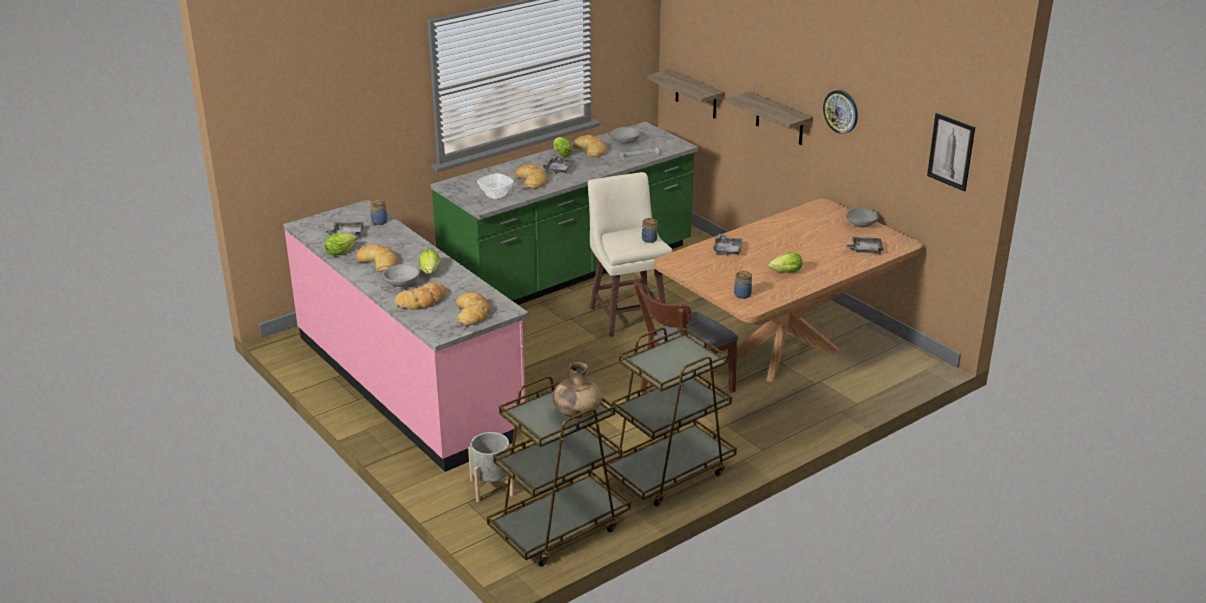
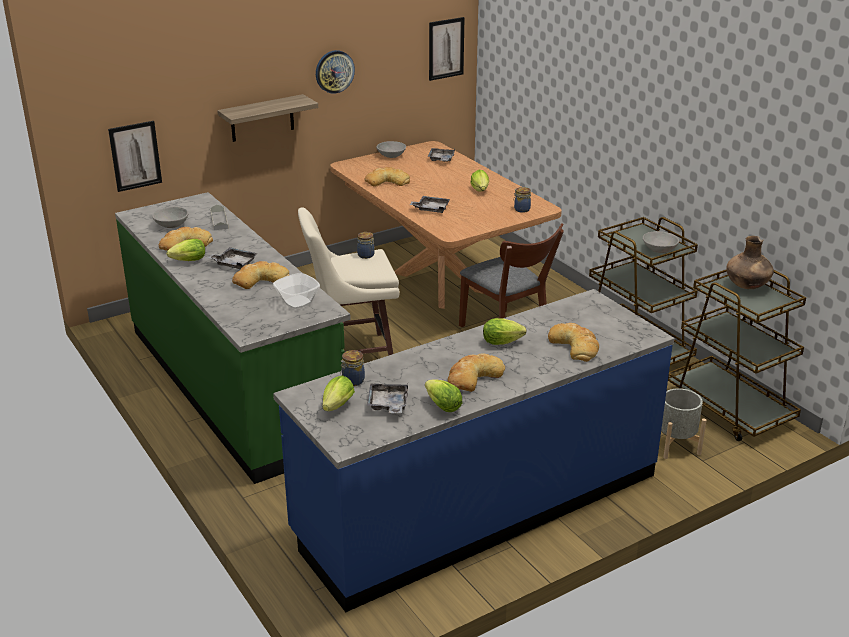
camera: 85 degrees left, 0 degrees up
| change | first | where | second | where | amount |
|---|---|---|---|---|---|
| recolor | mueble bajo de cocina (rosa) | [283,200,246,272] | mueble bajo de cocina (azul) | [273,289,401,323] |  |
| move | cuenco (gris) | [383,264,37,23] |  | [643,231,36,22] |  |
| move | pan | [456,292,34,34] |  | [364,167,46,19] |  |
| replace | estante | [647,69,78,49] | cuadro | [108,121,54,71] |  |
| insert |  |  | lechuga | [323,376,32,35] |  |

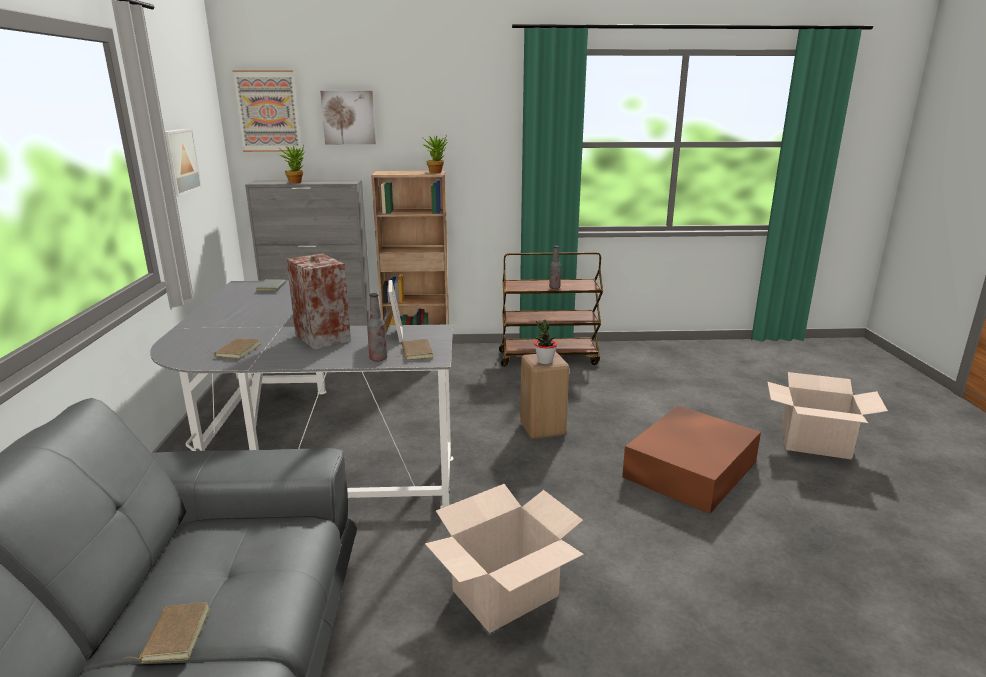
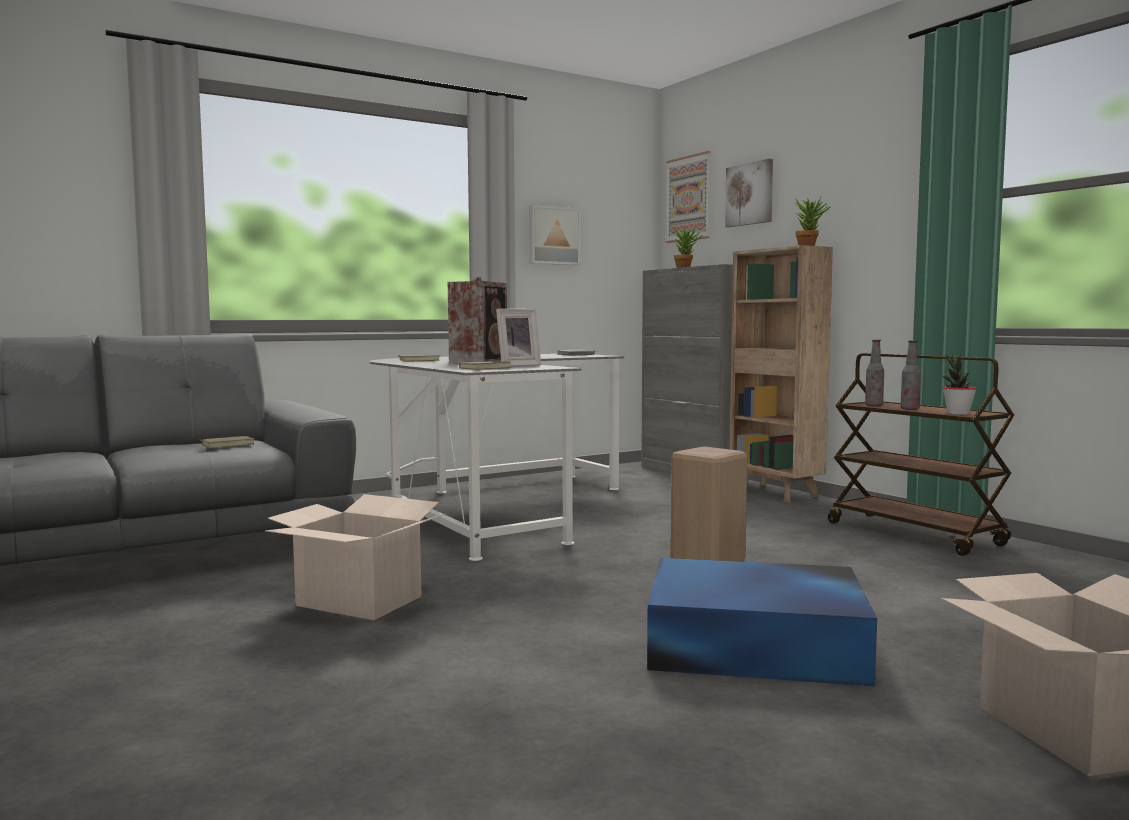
camera: 60 degrees right, 15 degrees down
| change | first | where | second | where | amount |
|---|---|---|---|---|---|
| move | libro (marrón) | [123,602,87,61] |  | [200,436,54,12] |  |
| move | botella | [367,293,20,68] |  | [865,340,19,66] |  |
| move | planta en maceta | [534,320,23,44] |  | [943,353,34,62] |  |
| recolor | caja de almacenaje (marrón) | [622,406,139,108] | caja de almacenaje (azul) | [647,558,230,129] |  |

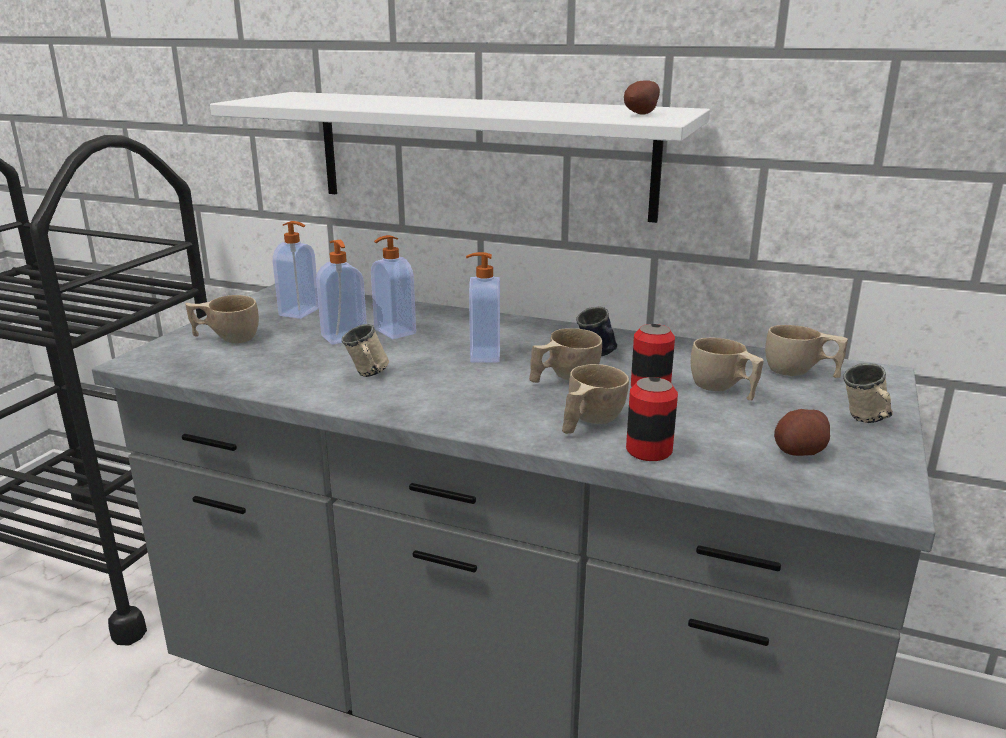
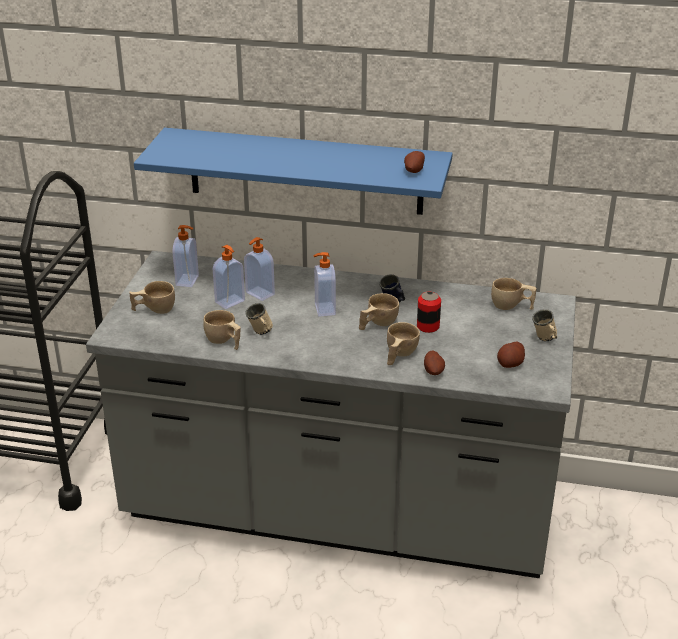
camera: 10 degrees left, 10 degrees up
| change | first | where | second | where | amount |
|---|---|---|---|---|---|
| recolor | estante (blanco) | [210,92,500,131] | estante (azul) | [134,128,319,87] |  |
| replace | lata | [626,377,52,84] | patata | [424,351,21,24] |  |
| move | taza (beis) | [691,338,73,63] |  | [203,310,38,40] |  |

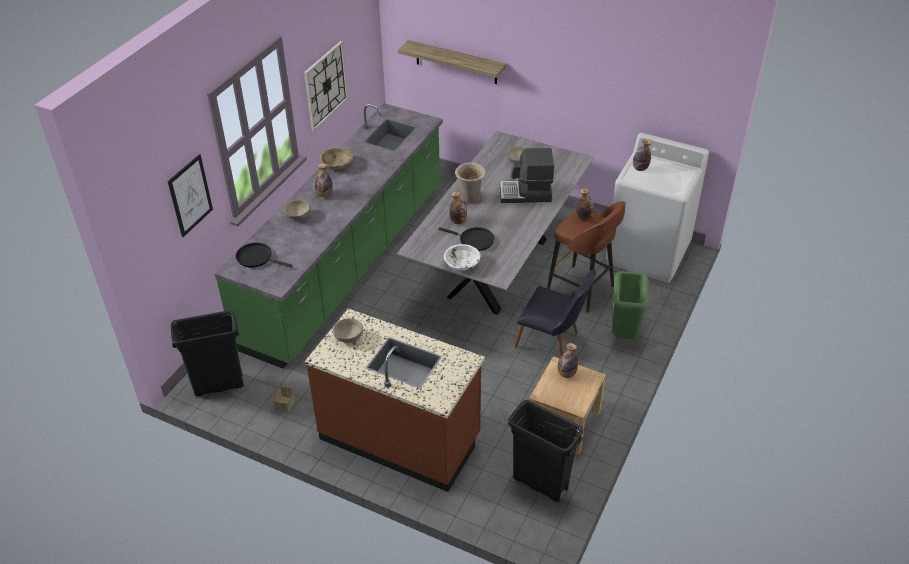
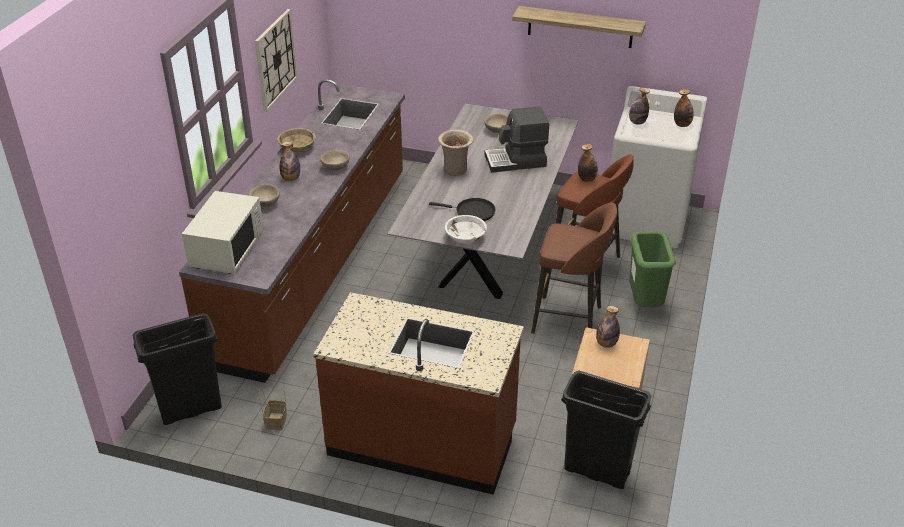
camera: 10 degrees left, 5 degrees down
| change | first | where | second | where | amount |
|---|---|---|---|---|---|
| delete | cuadro | [168,154,45,83] |  |  |  |
| recolor | mueble bajo de cocina (verde) | [214,103,229,266] | mueble bajo de cocina (marrón) | [179,79,226,304] |  |
| replace | sartén (negro) | [236,243,57,25] | microondas (blanco) | [182,191,82,83] |  |
| move | cuenco (beis) | [333,318,30,25] |  | [320,150,30,21] |  |
| move | estante | [398,40,108,44] |  | [512,6,134,42] |  |
| move | botella | [449,191,18,33] |  | [674,89,20,38] |  |
| replace | silla (negro) | [515,270,81,87] | taburete (marrón) | [531,202,86,132] |  |

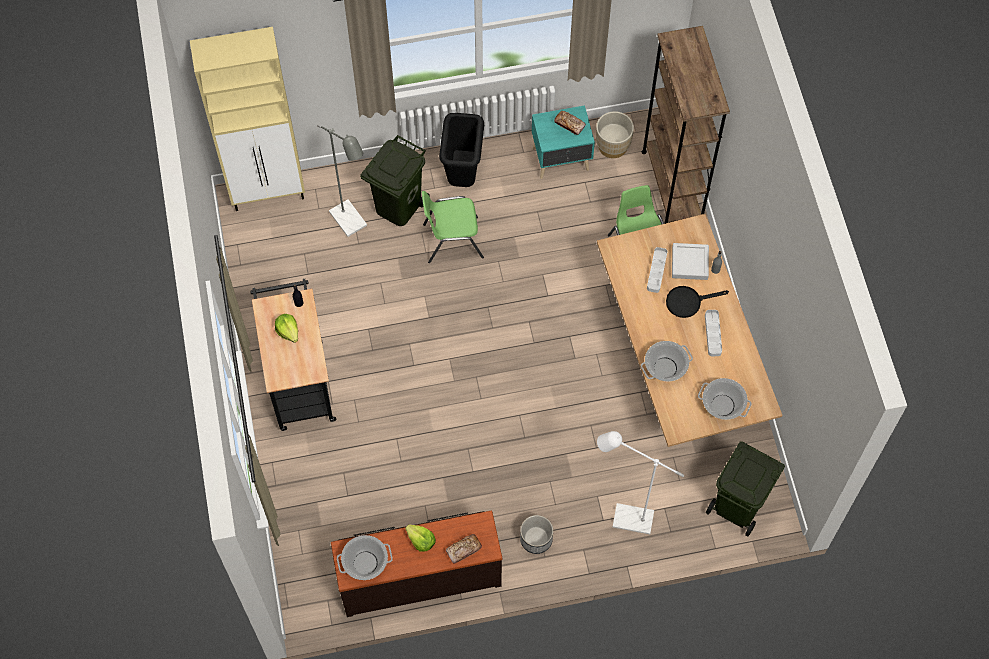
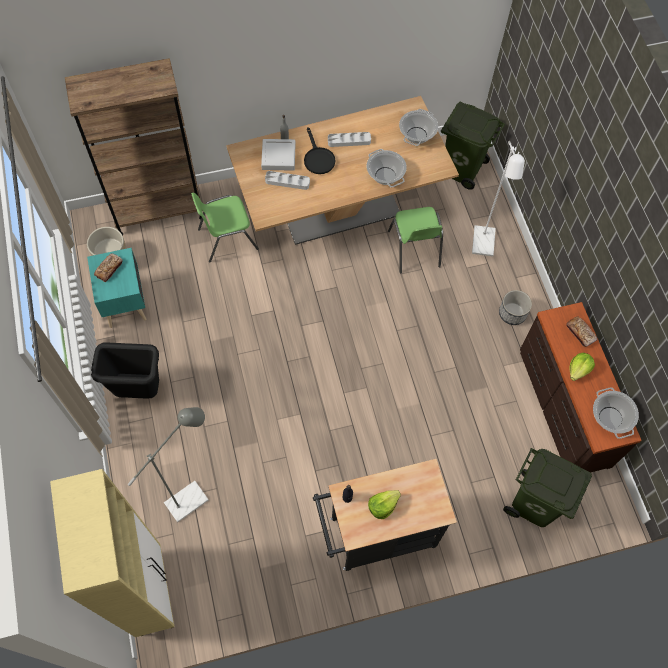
camera: 95 degrees left, 0 degrees up
| change | first | where | second | where | amount |
|---|---|---|---|---|---|
| move | papelera (verde) | [360,135,70,91] |  | [503,448,89,79] |  |
| move | silla (verde) | [422,191,62,72] |  | [388,207,55,66] |  |

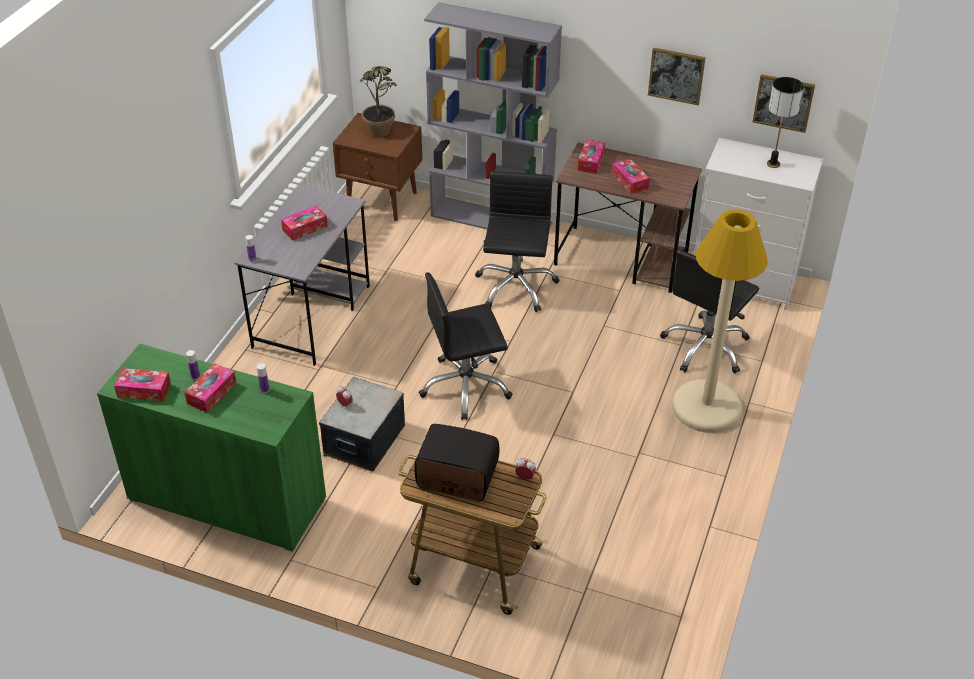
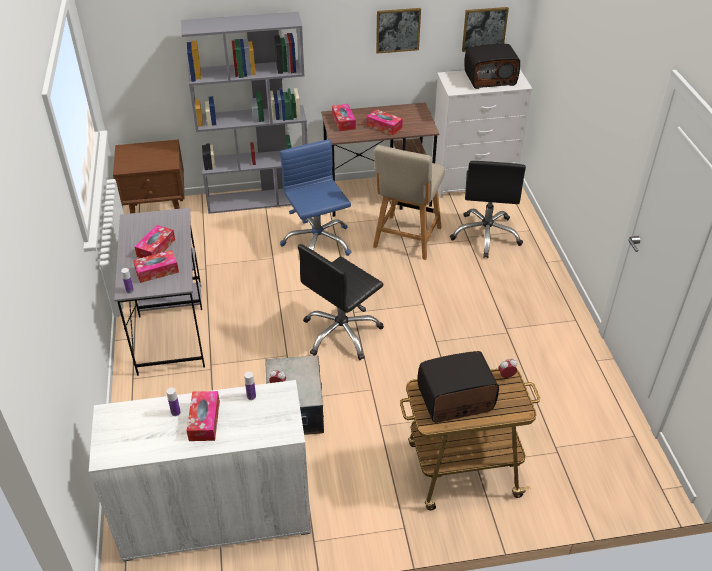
camera: 30 degrees left, 0 degrees up
| change | first | where | second | where | amount |
|---|---|---|---|---|---|
| recolor | armario (verde) | [97,344,229,208] | armario (blanco) | [89,380,222,181] |  |
| move | caja de pañuelos | [114,368,57,33] |  | [133,250,46,33] |  |
| delete | planta en maceta | [359,66,38,71] |  |  |  |
| recolor | silla de oficina (negro) | [475,171,85,141] | silla de oficina (azul) | [280,139,71,117] |  |
| delete | lámpara de pie (beis) | [672,210,96,223] |  |  |  |
| replace | lámpara de mesa | [767,77,37,91] | radio | [464,44,56,45] |  |
| insert |  |  | silla (beis) | [373,145,72,115] |  |

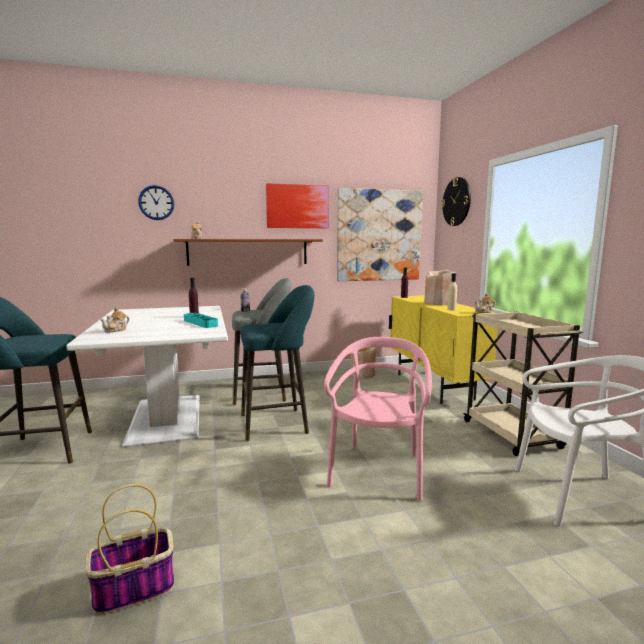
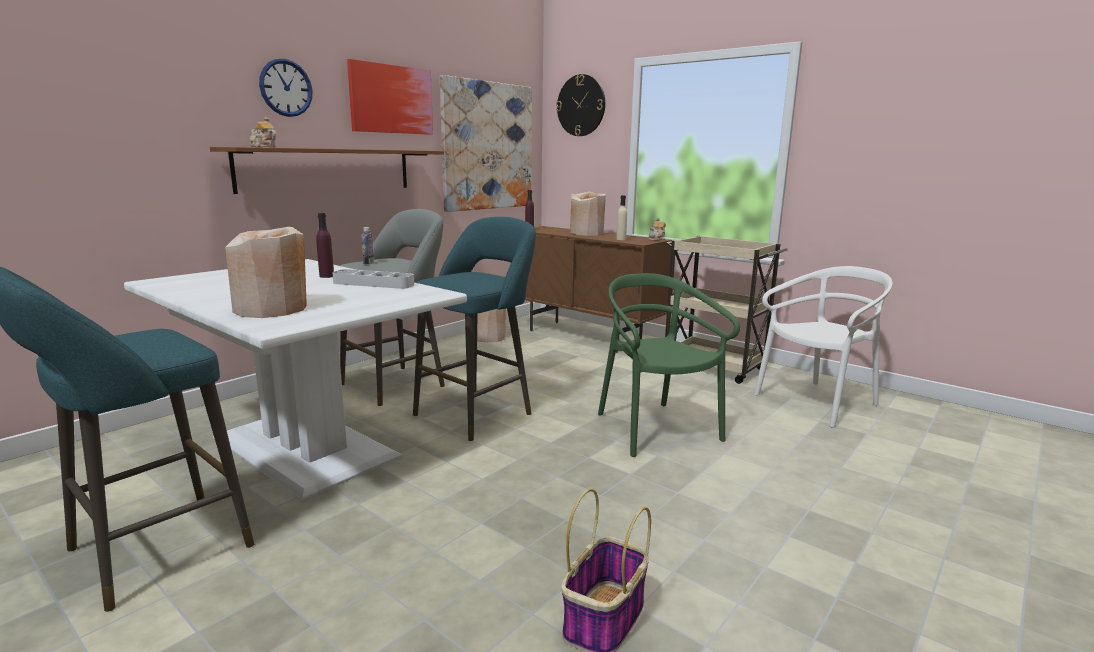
camera: 35 degrees left, 5 degrees up
| change | first | where | second | where | amount |
|---|---|---|---|---|---|
| replace | tetera | [100,307,30,26] | florero (beis) | [225,227,82,91] |  |
| move | reloj de pared | [138,185,36,35] |  | [259,59,54,58] |  |
| recolor | bandeja (turquesa) | [184,313,34,15] | bandeja (gris) | [332,269,82,20] |  |
| recolor | silla (rosa) | [324,337,108,163] | silla (verde) | [598,273,142,184] |  |
| recolor | armario (amarillo) | [389,295,109,109] | armario (marrón) | [525,226,147,127] |  |

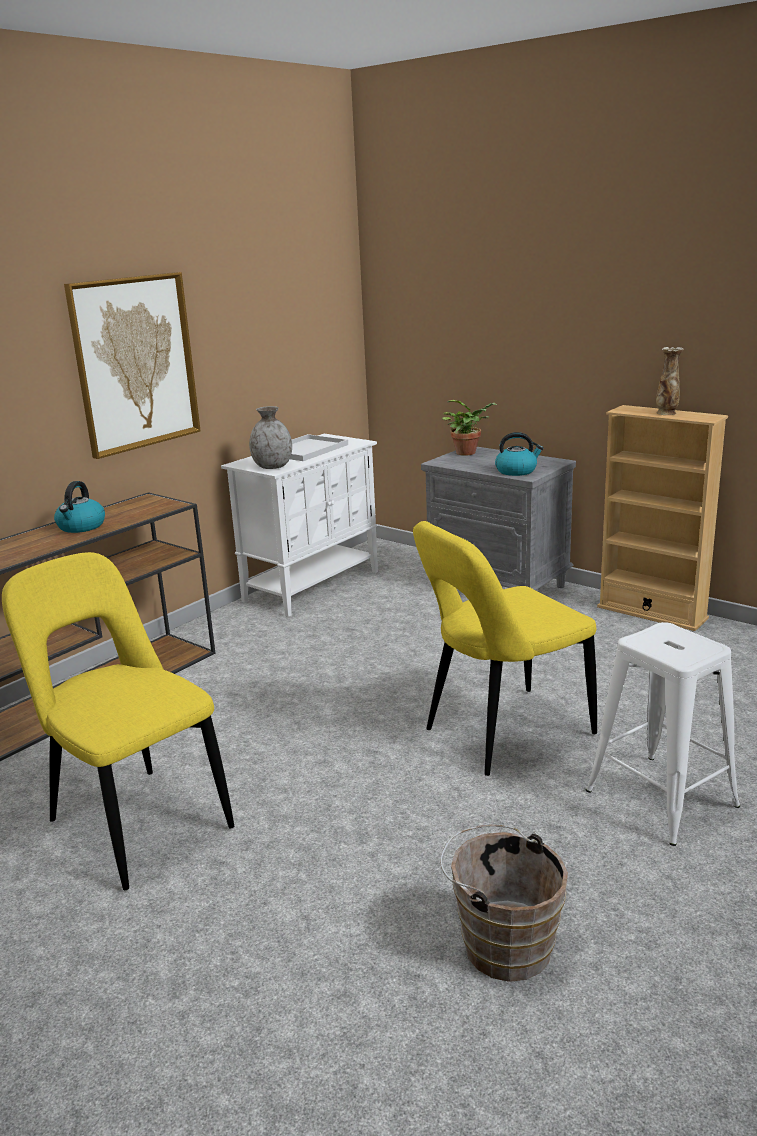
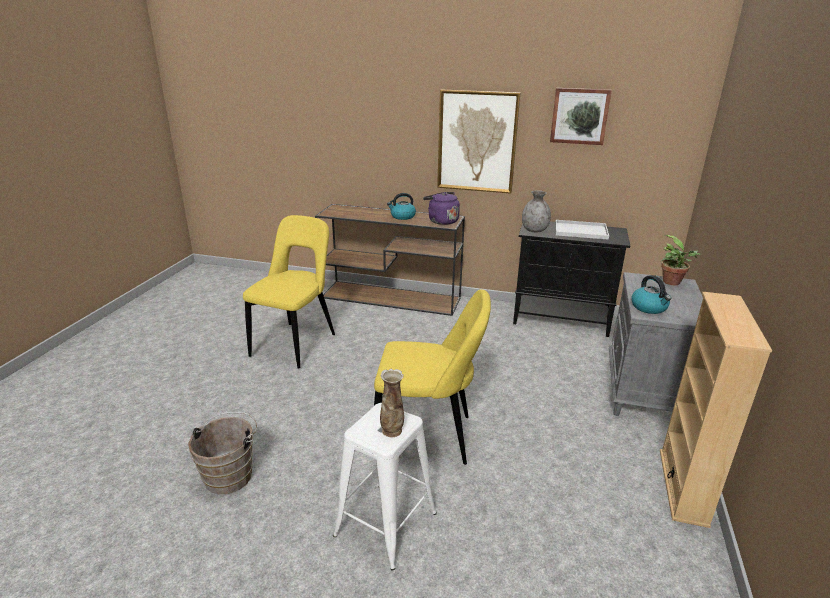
camera: 65 degrees right, 5 degrees up
| change | first | where | second | where | amount |
|---|---|---|---|---|---|
| recolor | armario (blanco) | [221,434,157,183] | armario (negro) | [513,221,117,116] |  |
| rotate | silla (amarillo) | [413,521,184,255] |  | [374,289,117,176] | 150 degrees clockwise |
| move | florero | [656,347,28,68] |  | [380,369,24,68] |  |
| insert |  |  | hervidor (morado) | [423,192,37,33] |  |
| insert |  |  | cuadro | [550,88,62,57] |  |

